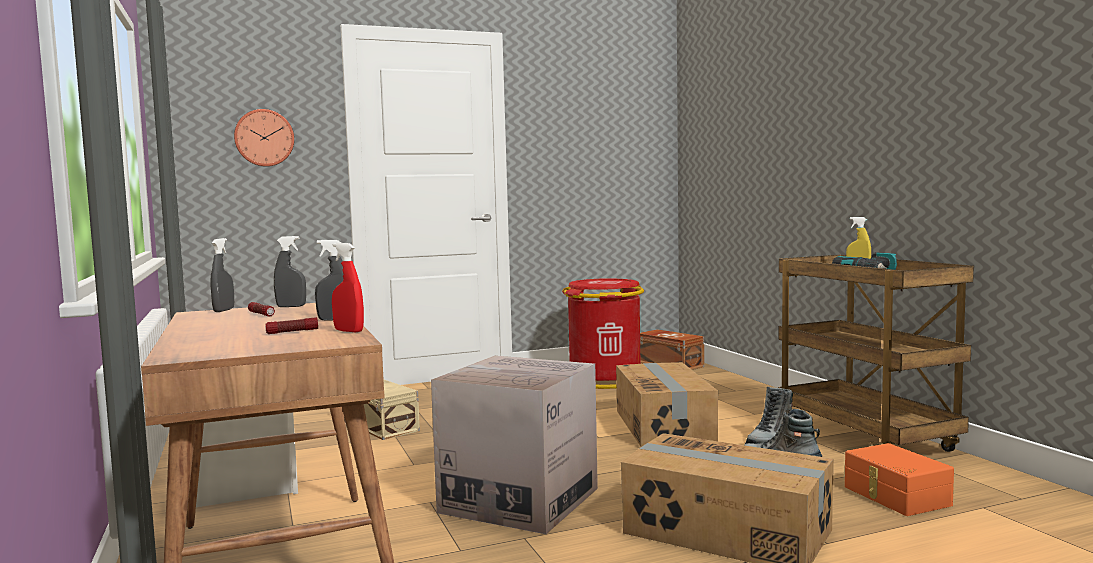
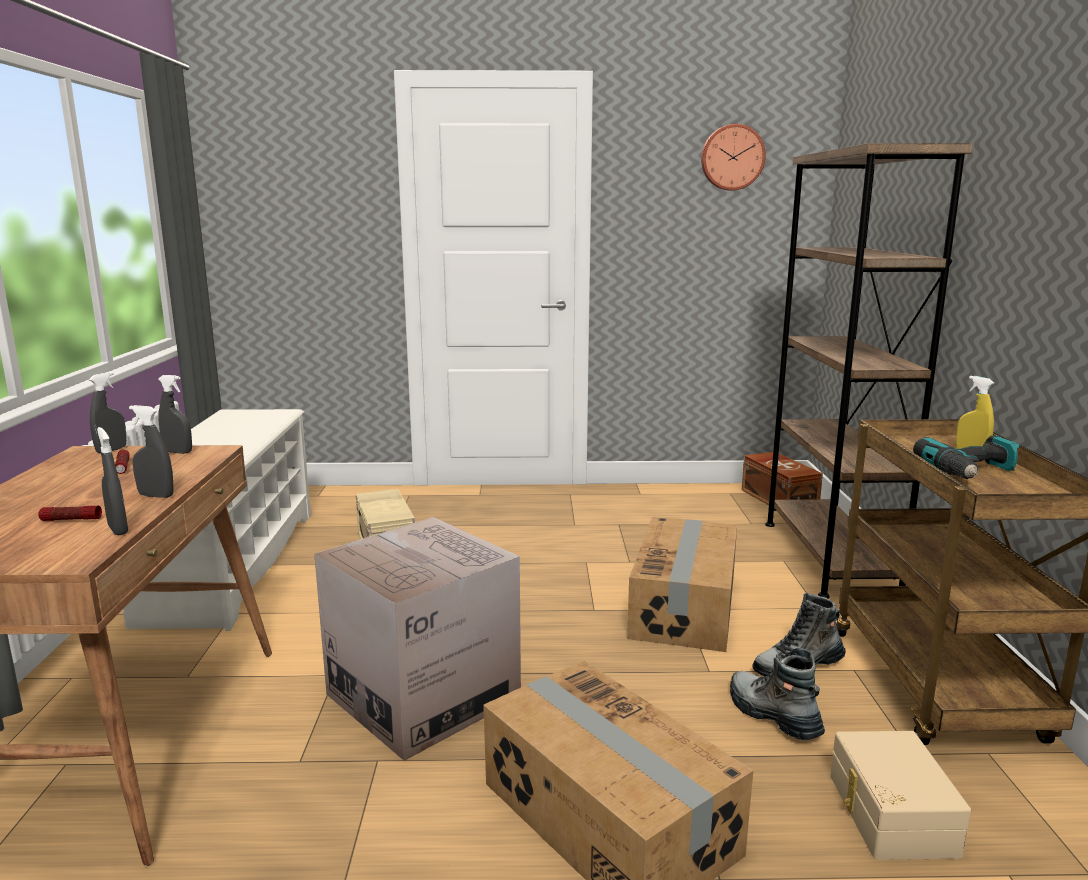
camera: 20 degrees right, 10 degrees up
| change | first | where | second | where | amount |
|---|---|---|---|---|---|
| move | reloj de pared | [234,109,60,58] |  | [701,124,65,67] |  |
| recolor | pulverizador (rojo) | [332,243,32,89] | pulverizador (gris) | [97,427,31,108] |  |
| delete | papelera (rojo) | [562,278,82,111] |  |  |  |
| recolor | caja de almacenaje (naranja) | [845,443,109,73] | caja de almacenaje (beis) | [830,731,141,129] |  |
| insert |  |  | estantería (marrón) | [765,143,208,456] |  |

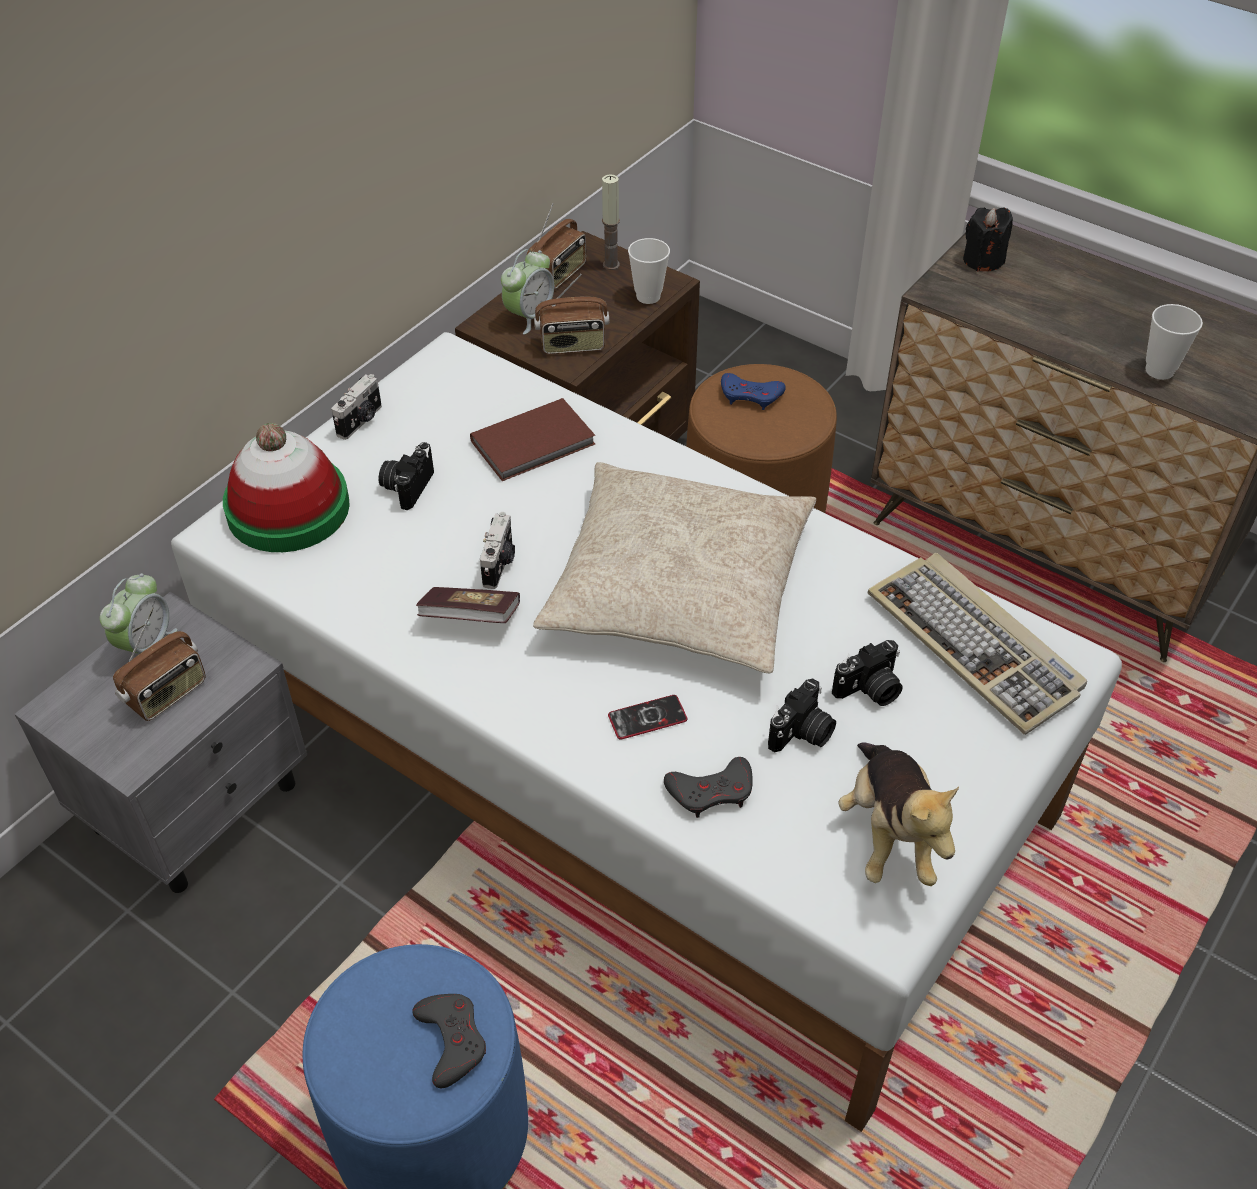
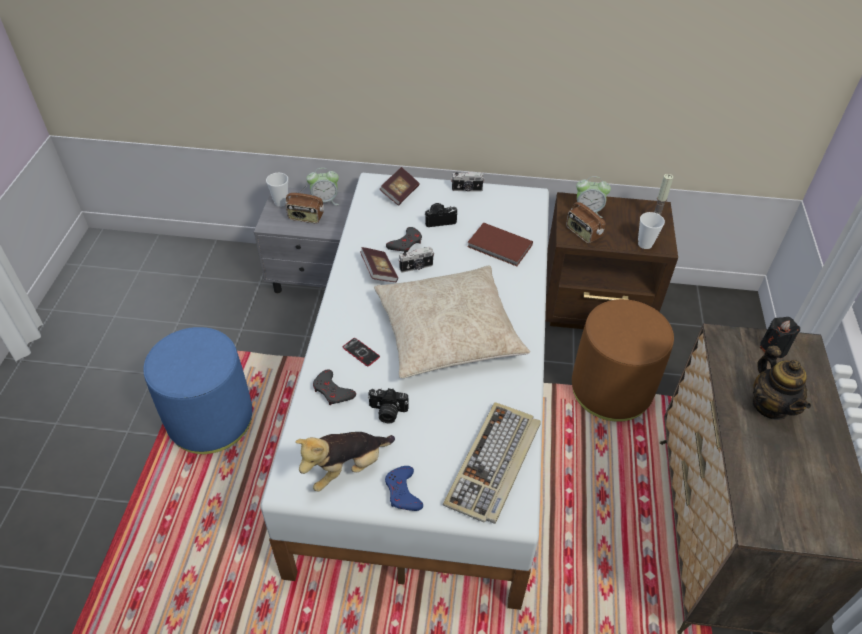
camera: 60 degrees right, 0 degrees up
| change | first | where | second | where | amount |
|---|---|---|---|---|---|
| replace | sombrero | [223,423,127,129] | libro | [379,167,40,39] |  |
| move | mando de consola (gris) | [412,994,74,94] |  | [386,227,36,25] |  |
| delete | radio | [527,203,59,87] |  |  |  |
| move | mando de consola (azul) | [721,373,65,37] |  | [385,466,38,45] |  |
| delete | cámara | [832,640,71,66] |  |  |  |
| move | taza | [1145,304,58,76] |  | [266,173,22,34] |  |
| insert |  |  | tetera | [753,346,58,74] |  |

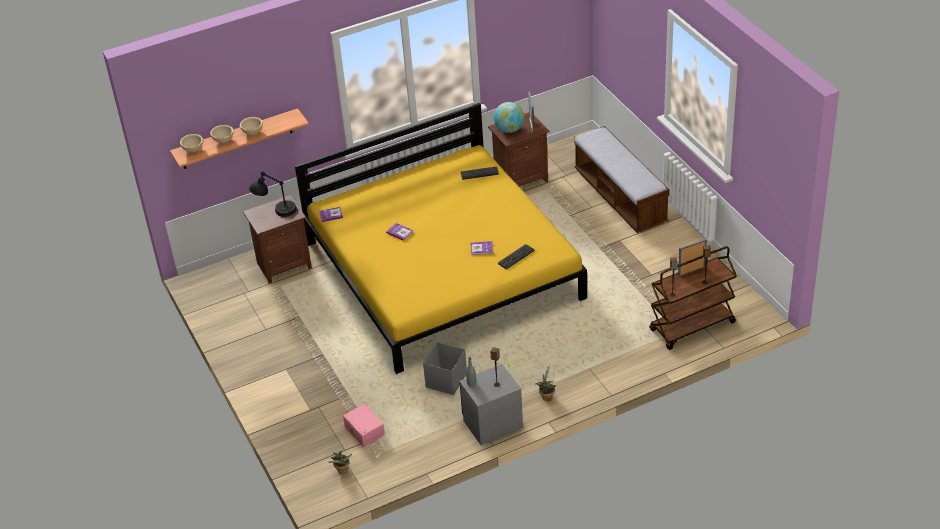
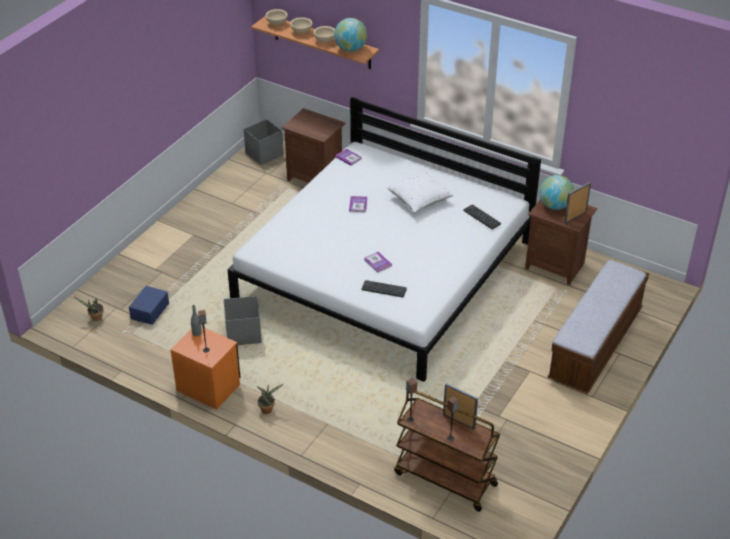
camera: 55 degrees right, 0 degrees up
| change | first | where | second | where | amount |
|---|---|---|---|---|---|
| delete | lámpara de mesa (negro) | [249,172,48,45] |  |  |  |
| recolor | cama (amarillo) | [295,103,292,271] | cama (blanco) | [227,97,314,285] |  |
| recolor | caja de almacenaje (rosa) | [343,404,42,43] | caja de almacenaje (azul) | [129,286,40,39] |  |
| recolor | mesita de noche (gris) | [459,364,64,81] | mesita de noche (naranja) | [170,326,70,84] |  |
| insert |  |  | caja de almacenaje (gris) | [244,119,40,46] |  |
| insert |  |  | globo terráqueo | [334,18,33,34] |  |
| insert |  |  | cojín (blanco) | [386,171,68,41] |  |

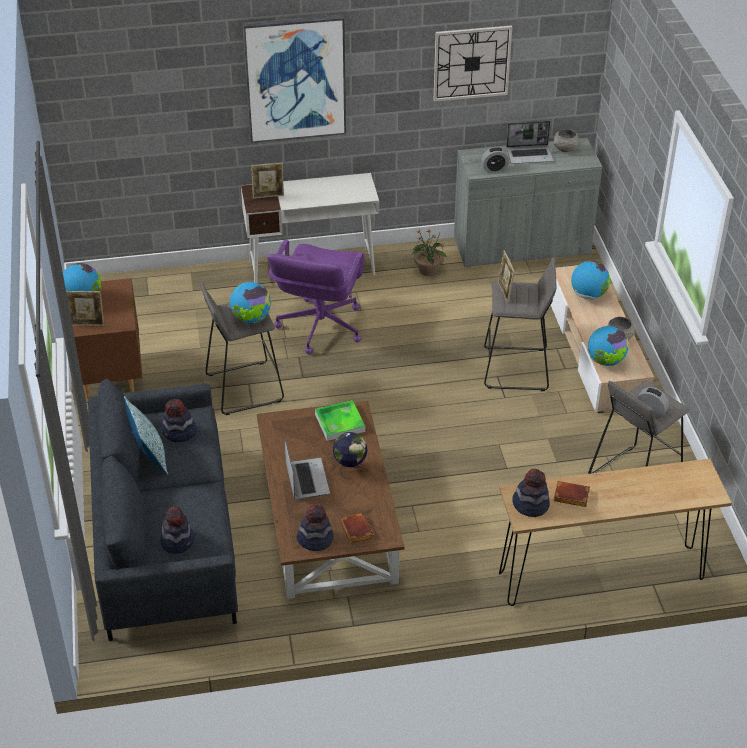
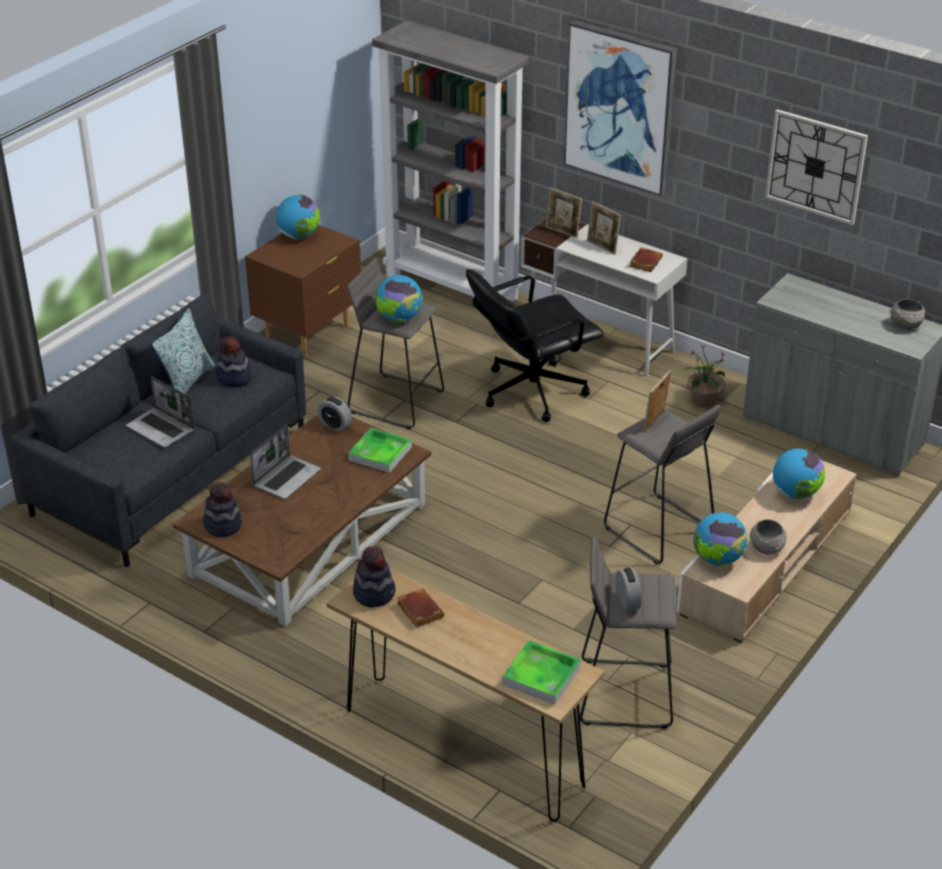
camera: 45 degrees right, 5 degrees down
| change | first | where | second | where | amount |
|---|---|---|---|---|---|
| move | portarretratos | [66,291,38,35] |  | [587,202,34,53] |  |
| delete | sombrero | [160,507,34,47] |  |  |  |
| recolor | silla de oficina (morado) | [267,240,98,115] | silla de oficina (negro) | [466,269,138,153] |  |
| delete | globo terráqueo | [333,432,34,47] |  |  |  |
| move | libro (marrón) | [340,513,34,31] |  | [630,247,33,25] |  |
| move | despertador | [481,147,28,26] |  | [318,397,34,35] |  |
| move | portátil | [506,121,48,43] |  | [126,376,69,72] |  |
| insert |  |  | estantería (gris) | [372,21,157,281] |  |
| insert |  |  | bandeja | [502,640,79,64] |  |

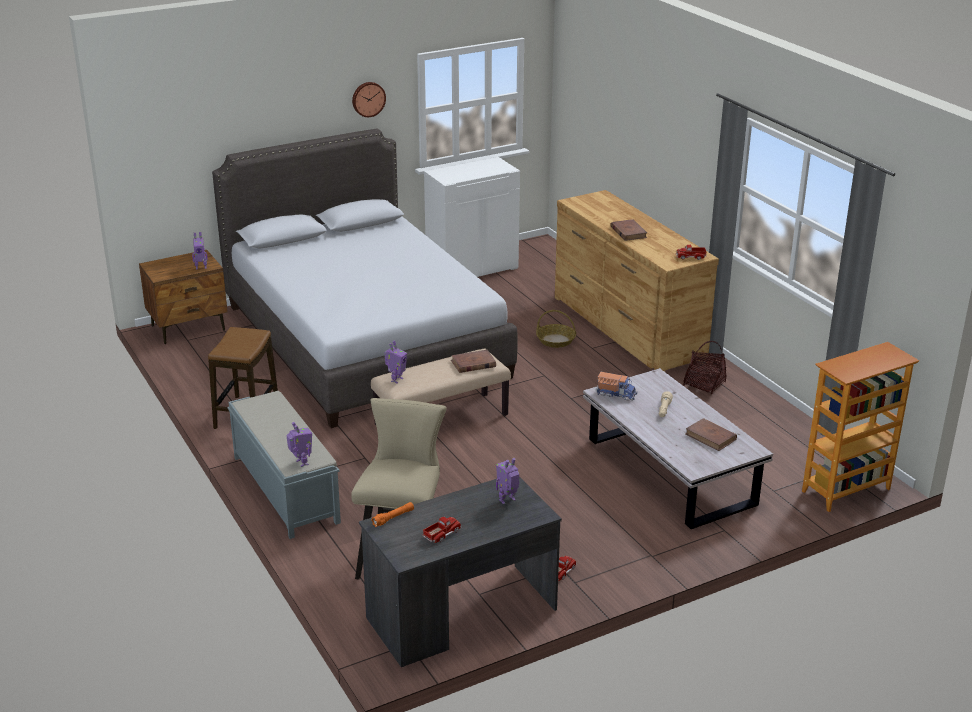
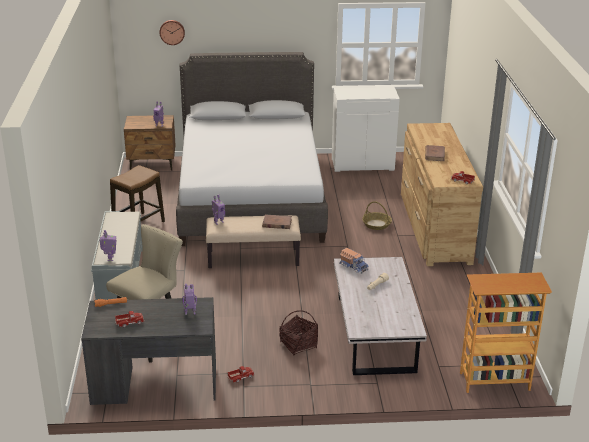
camera: 25 degrees right, 0 degrees up
| change | first | where | second | where | amount |
|---|---|---|---|---|---|
| move | reloj de pared | [352,82,34,35] |  | [160,20,25,25] |  |
| move | cesta | [683,341,44,53] |  | [279,310,39,45] |  |
| delete | libro (marrón) | [686,418,51,33] |  |  |  |

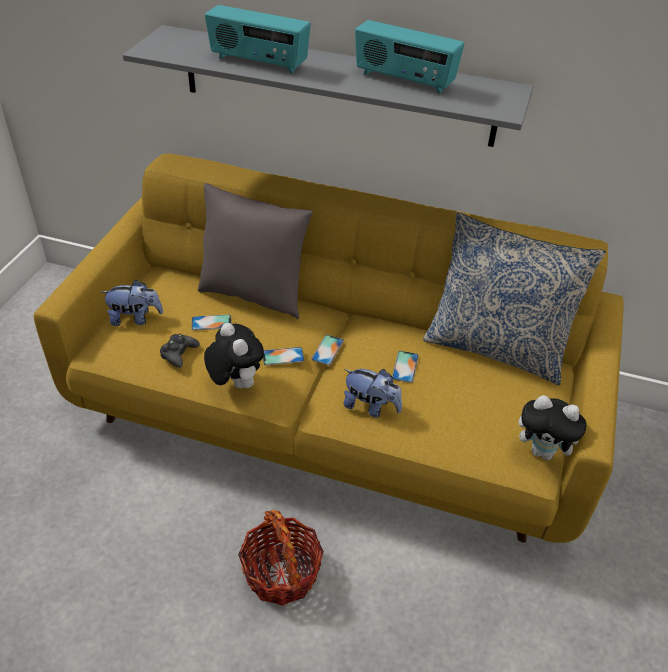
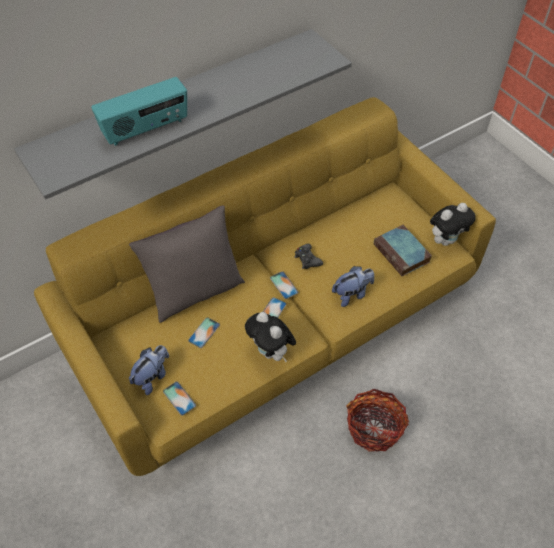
camera: 50 degrees left, 10 degrees up
| change | first | where | second | where | amount |
|---|---|---|---|---|---|
| move | mando de consola (negro) | [160,333,40,35] |  | [294,244,29,25] |  |
| rotate | peluche | [204,323,60,65] |  | [245,312,51,50] | 135 degrees counterclockwise |
| delete | radio | [355,20,109,74] |  |  |  |
| move | móvil | [392,351,27,32] |  | [163,382,33,34] |  |
| delete | cojín | [423,212,183,173] |  |  |  |
| insert |  |  | libro | [374,225,58,51] |  |

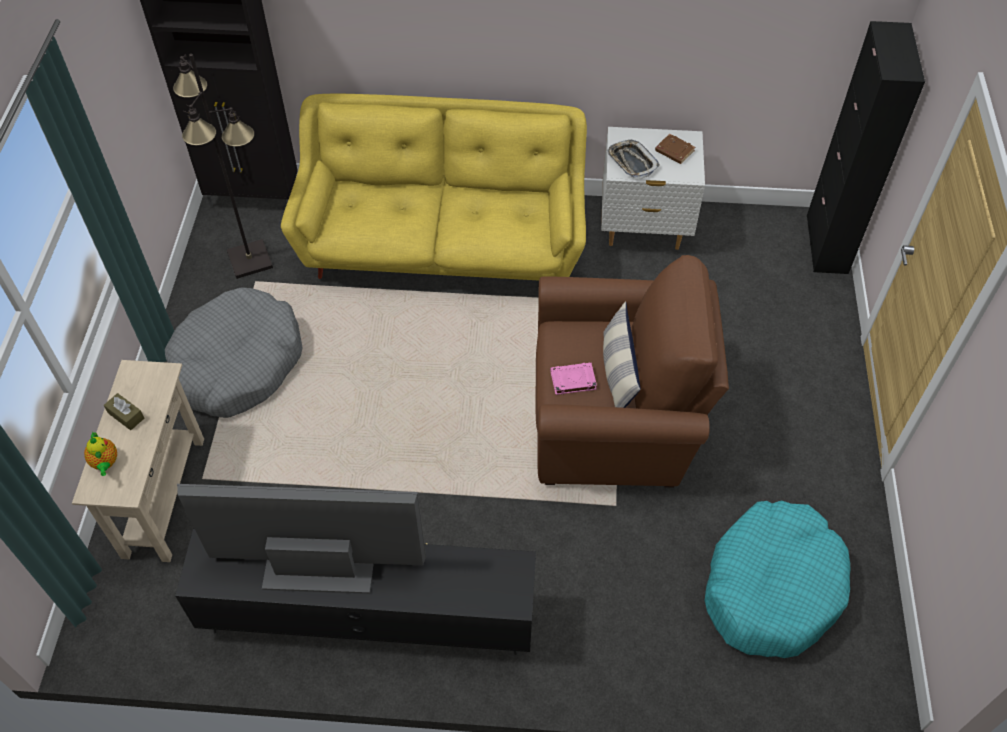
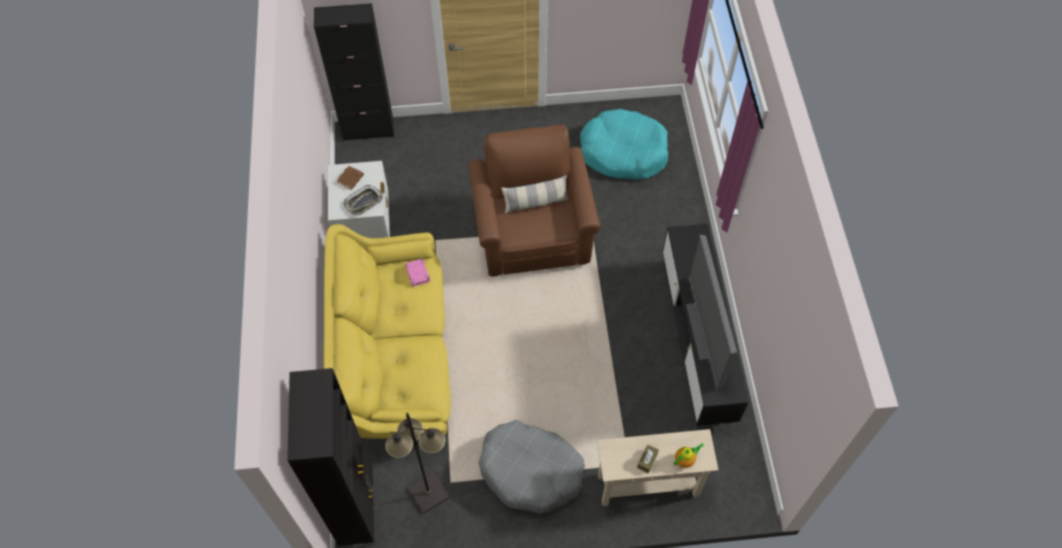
camera: 100 degrees left, 5 degrees up
| change | first | where | second | where | amount |
|---|---|---|---|---|---|
| move | libro (rosa) | [550,362,47,33] |  | [405,258,25,29] |  |

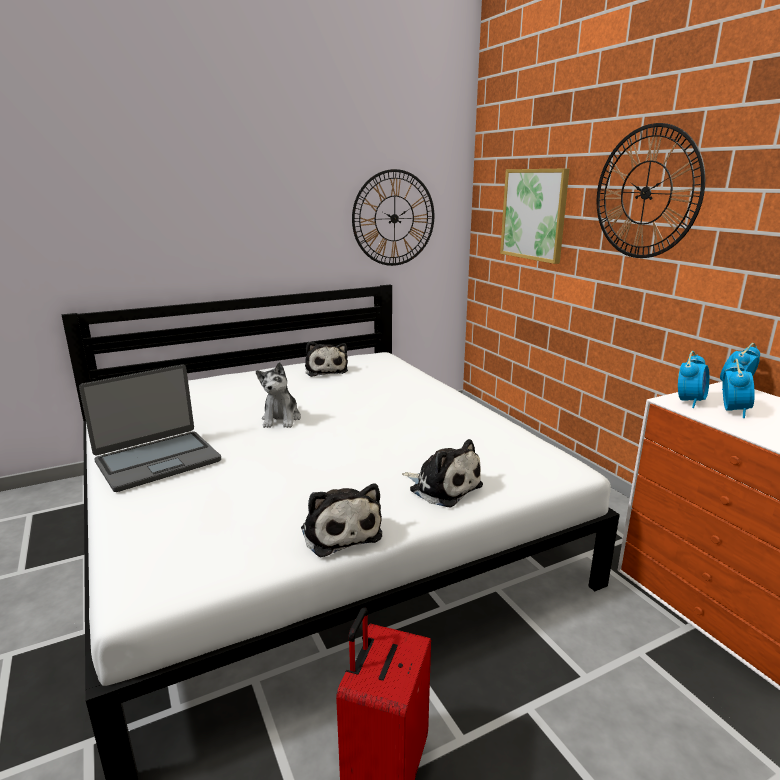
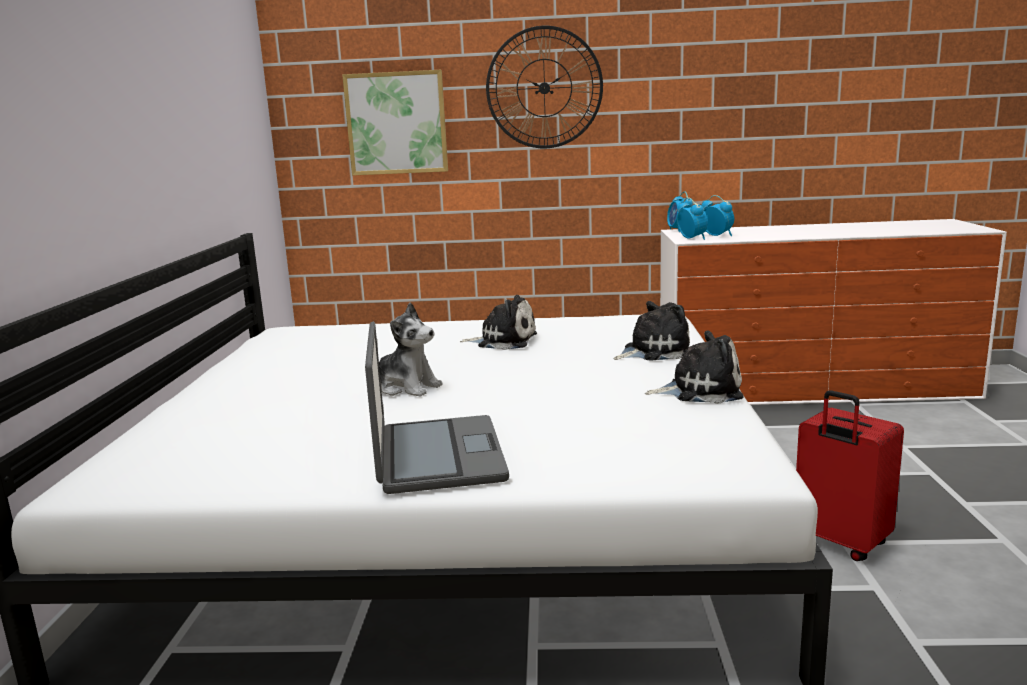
camera: 60 degrees left, 5 degrees down
| change | first | where | second | where | amount |
|---|---|---|---|---|---|
| move | peluche | [305,342,43,35] |  | [460,295,77,55] |  |
| delete | reloj de pared | [352,169,82,97] |  |  |  |

